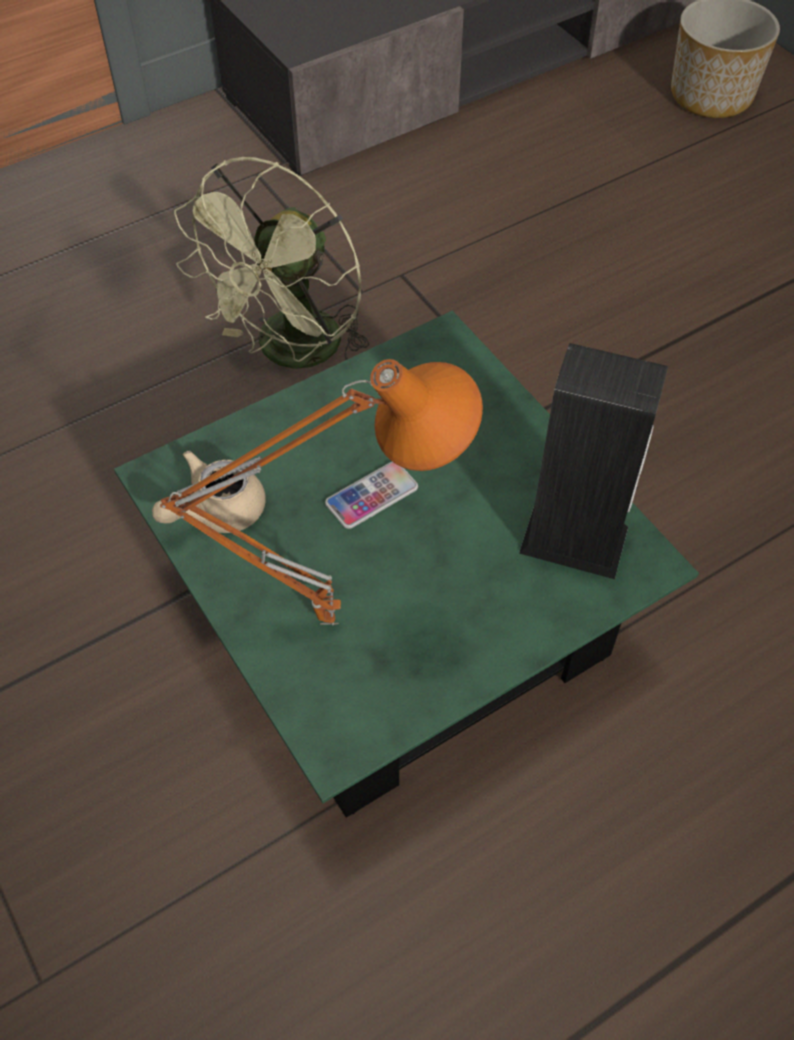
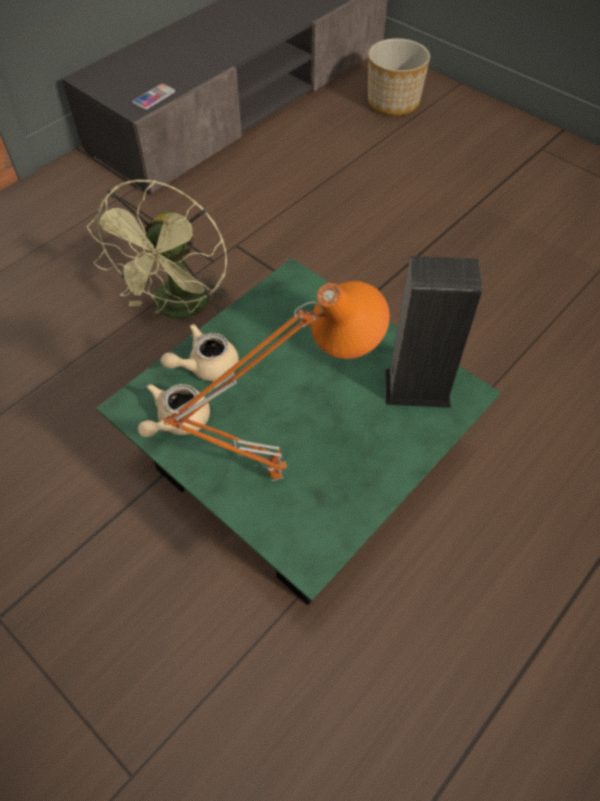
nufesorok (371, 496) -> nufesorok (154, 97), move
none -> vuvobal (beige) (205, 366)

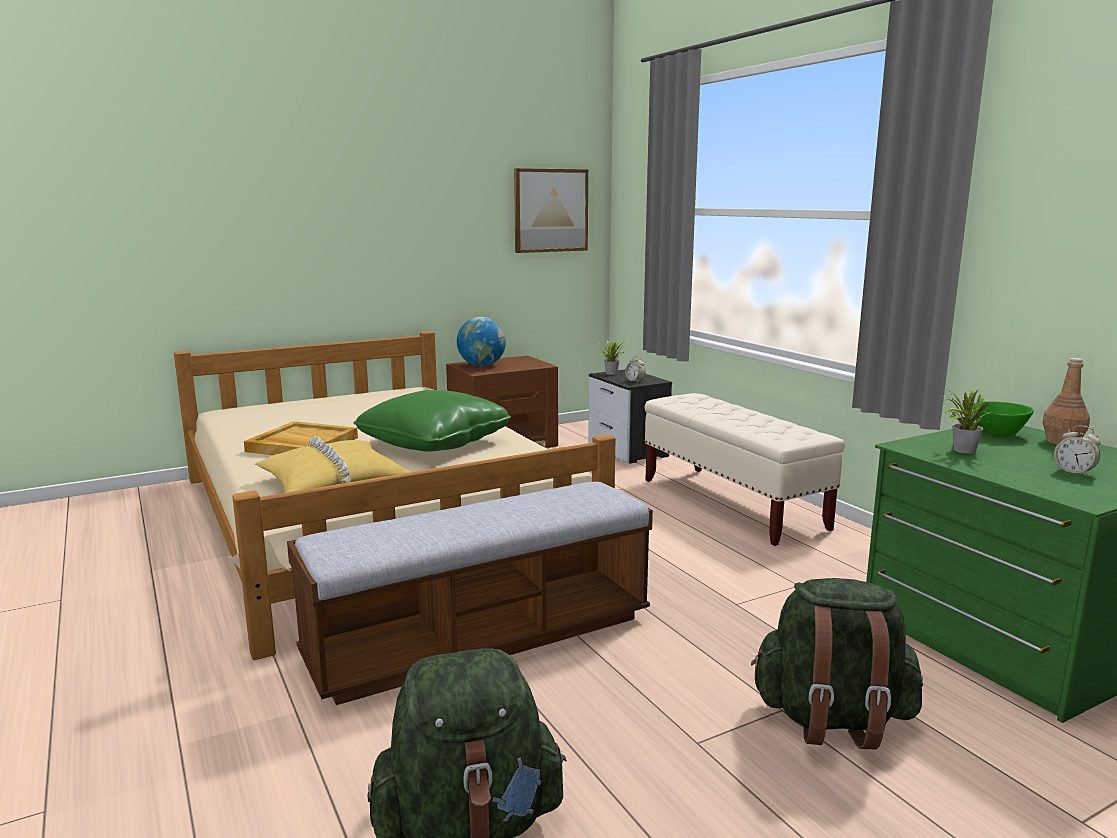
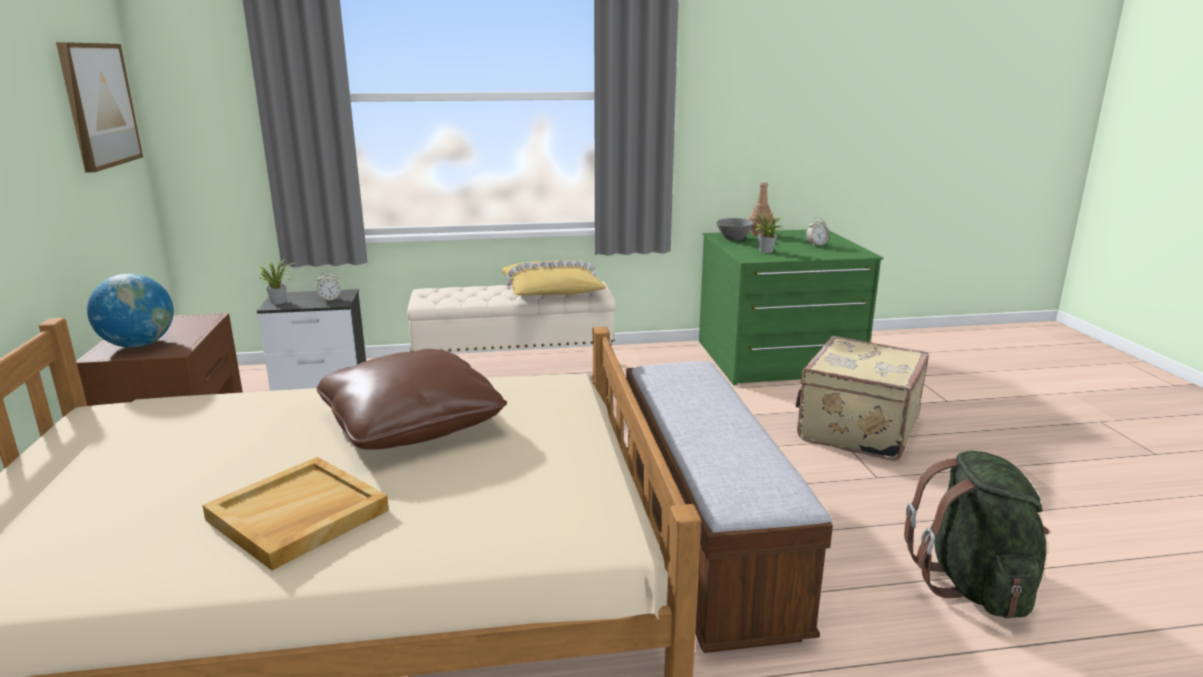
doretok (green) (434, 443) -> doretok (brown) (412, 424)
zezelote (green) (997, 432) -> zezelote (grey) (732, 239)
doretok (yellow) (333, 484) -> doretok (yellow) (552, 290), move
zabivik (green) (832, 719) -> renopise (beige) (855, 429)

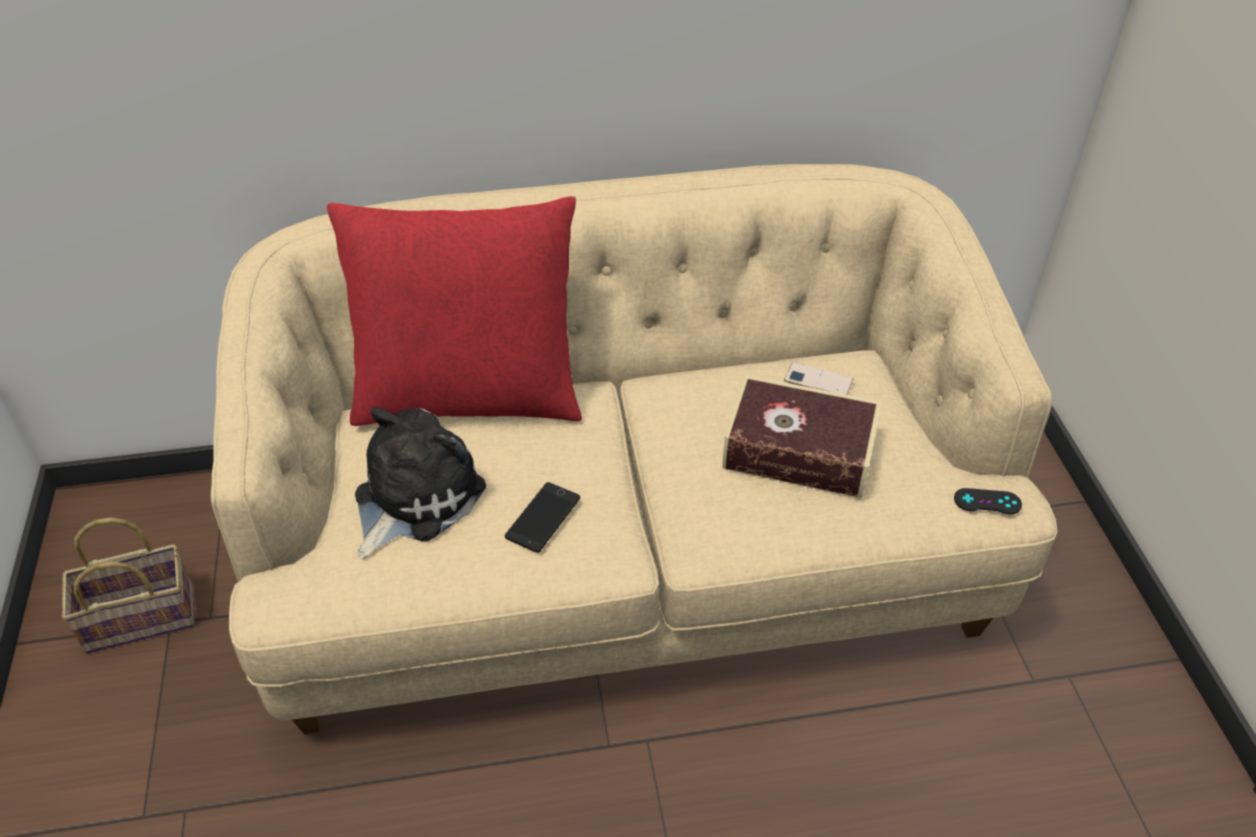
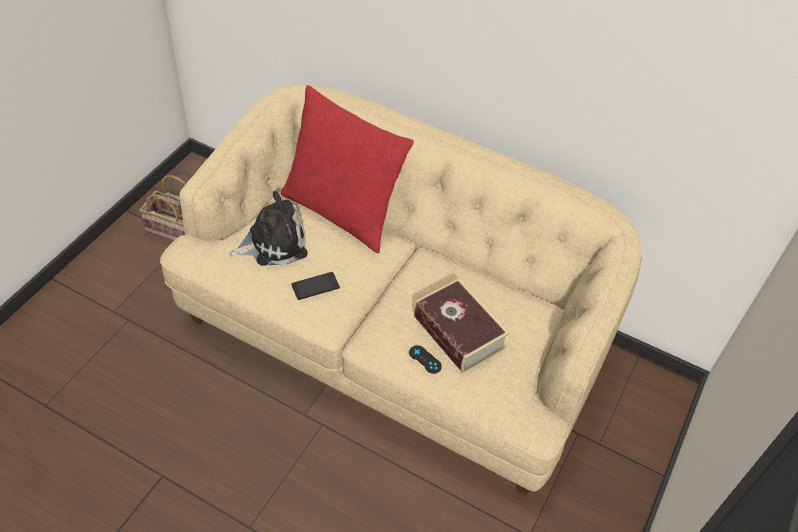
nufesorok (818, 380) -> none
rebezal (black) (987, 502) -> rebezal (black) (425, 359), move

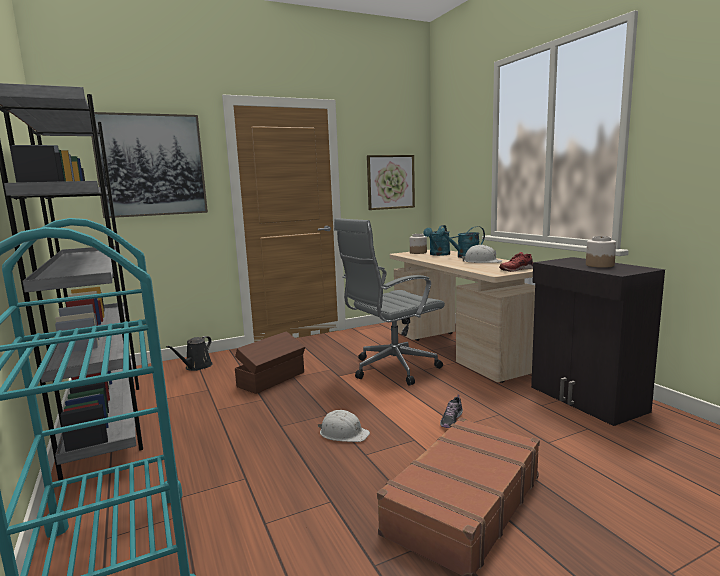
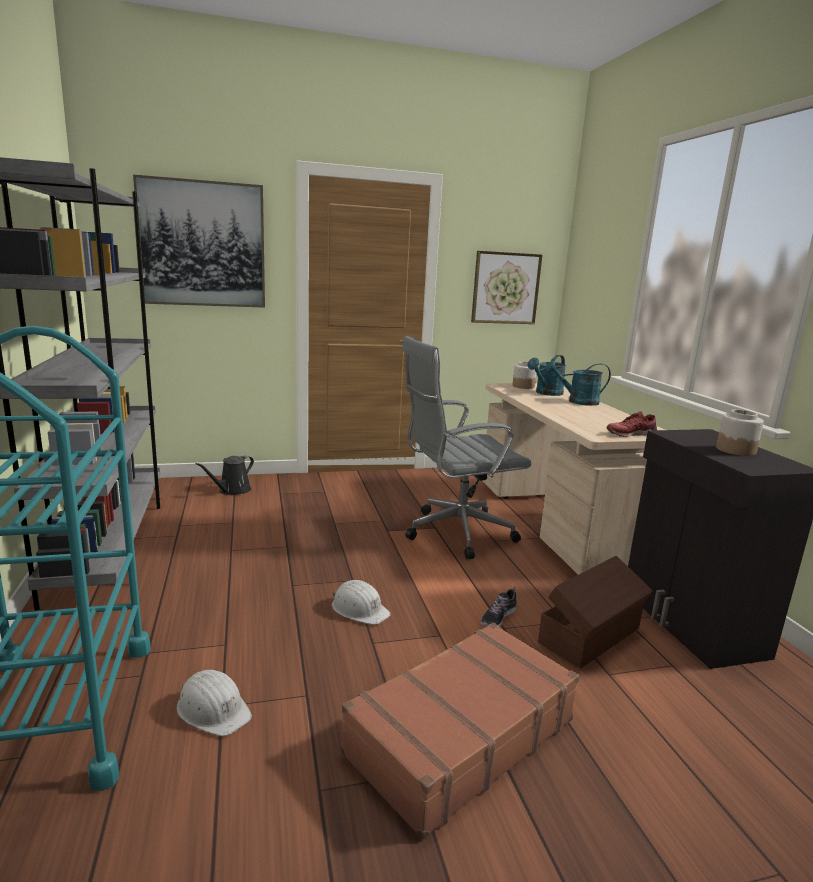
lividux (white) (482, 262) -> lividux (white) (213, 709), move
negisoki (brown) (272, 379) -> negisoki (brown) (591, 636), move

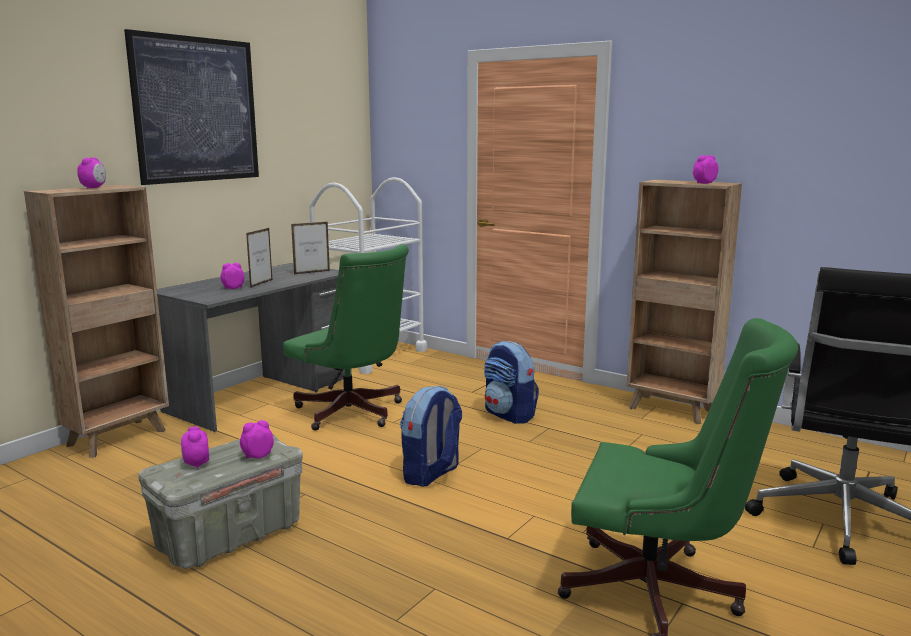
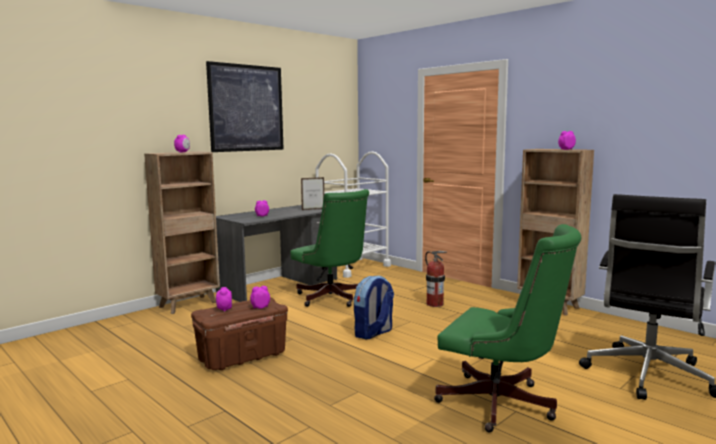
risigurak (261, 283) -> none
zabivik (509, 415) -> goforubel (435, 304)
negisoki (grey) (230, 535) -> negisoki (brown) (242, 356)

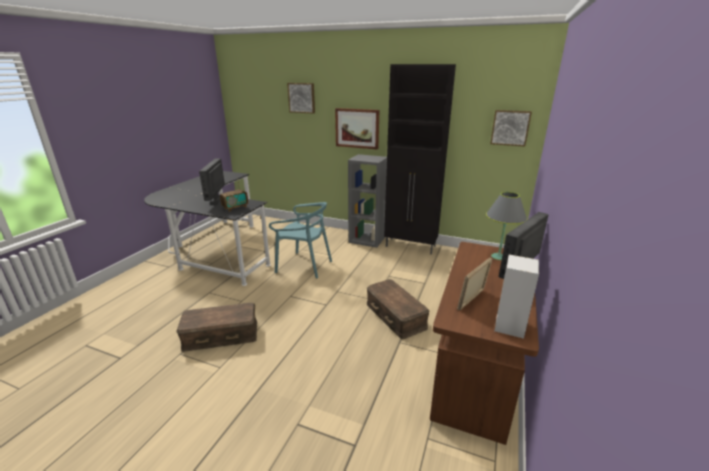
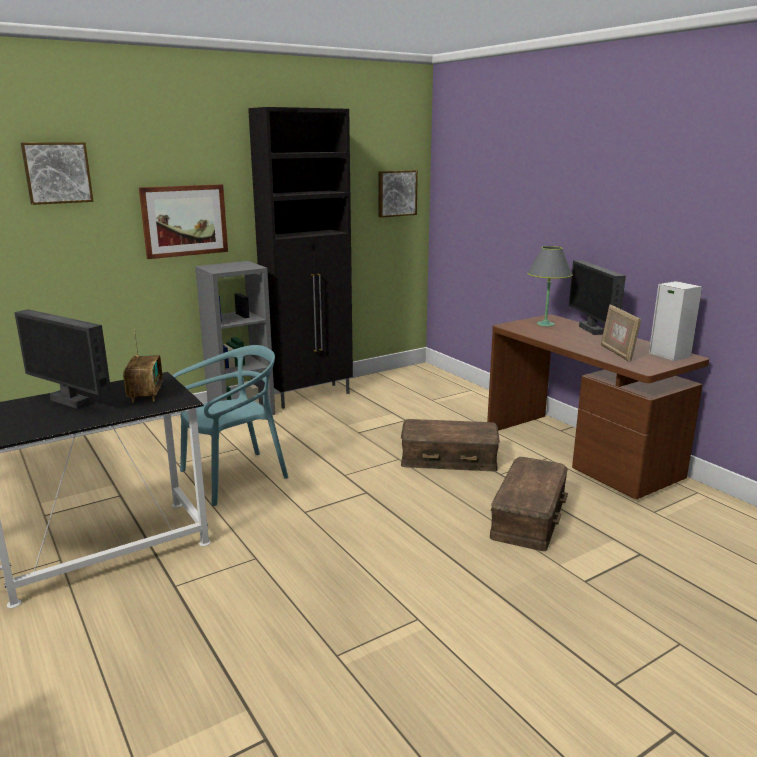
negisoki (brown) (221, 334) -> negisoki (brown) (527, 516), move

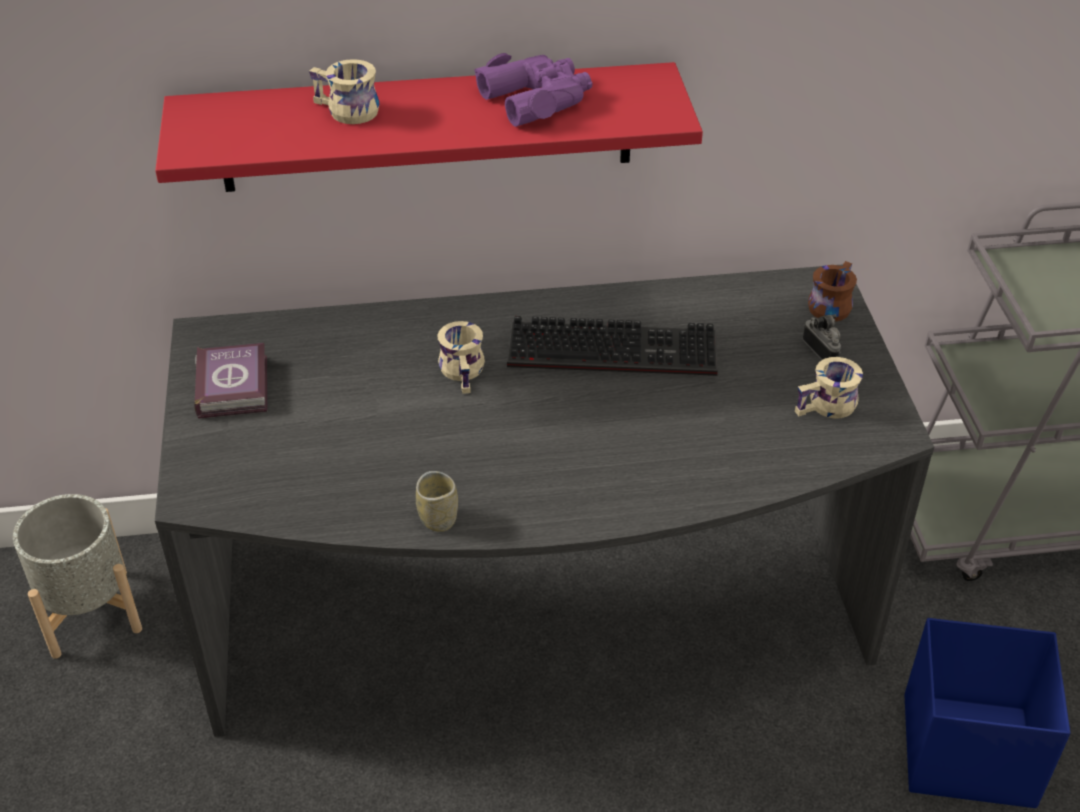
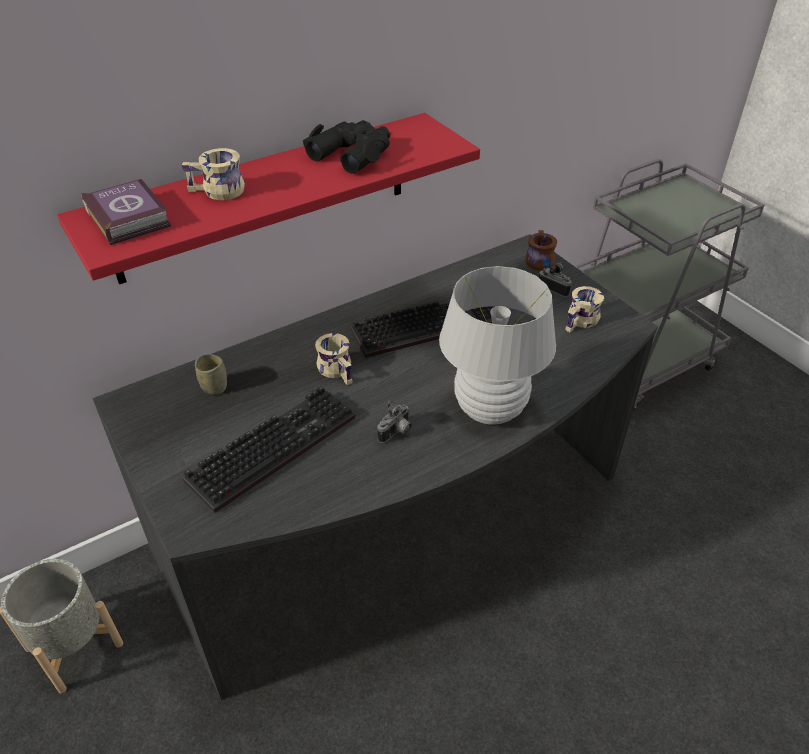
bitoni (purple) (537, 99) -> bitoni (black) (353, 153)
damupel (234, 385) -> damupel (129, 217), move
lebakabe (438, 519) -> lebakabe (214, 387), move
negisoki (blue) (965, 750) -> none
none -> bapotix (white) (490, 409)
none -> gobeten (273, 445)
none -> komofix (396, 433)

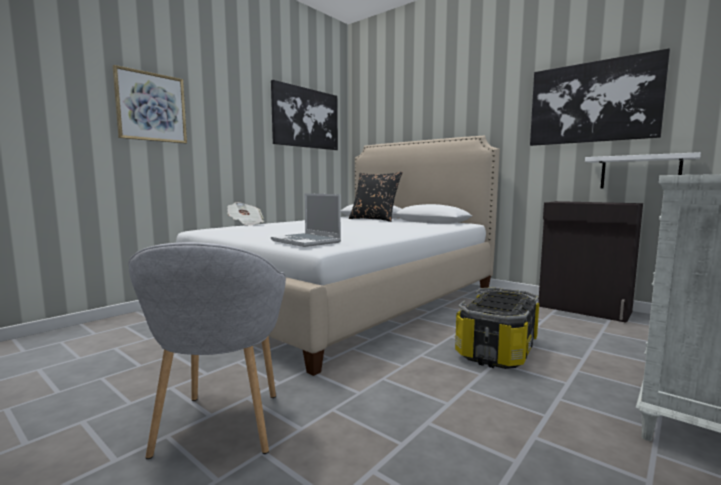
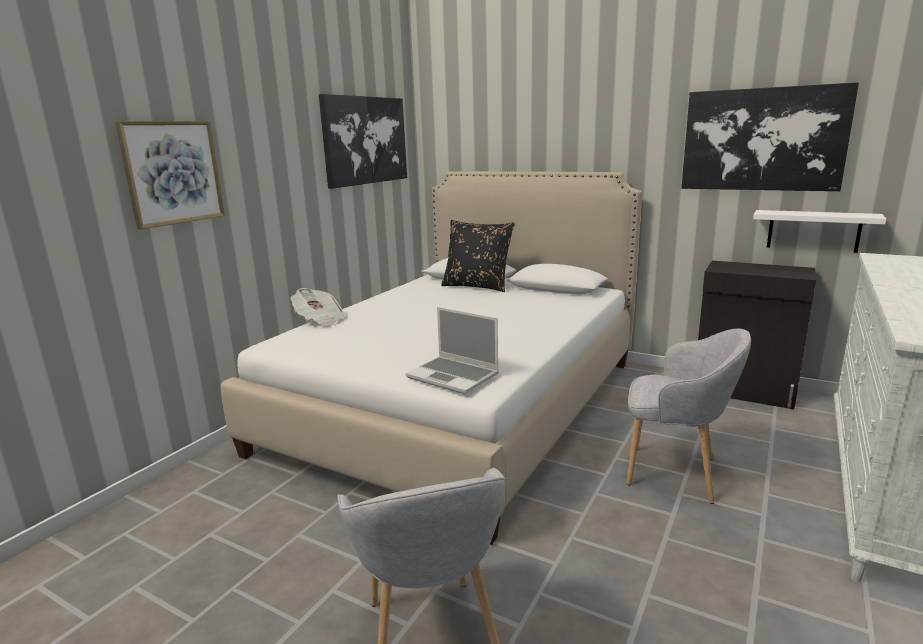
negisoki (498, 350) -> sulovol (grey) (675, 473)

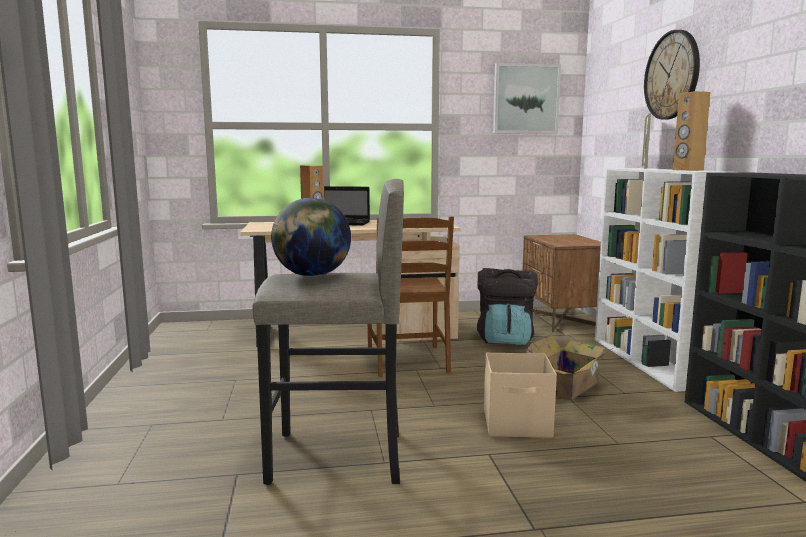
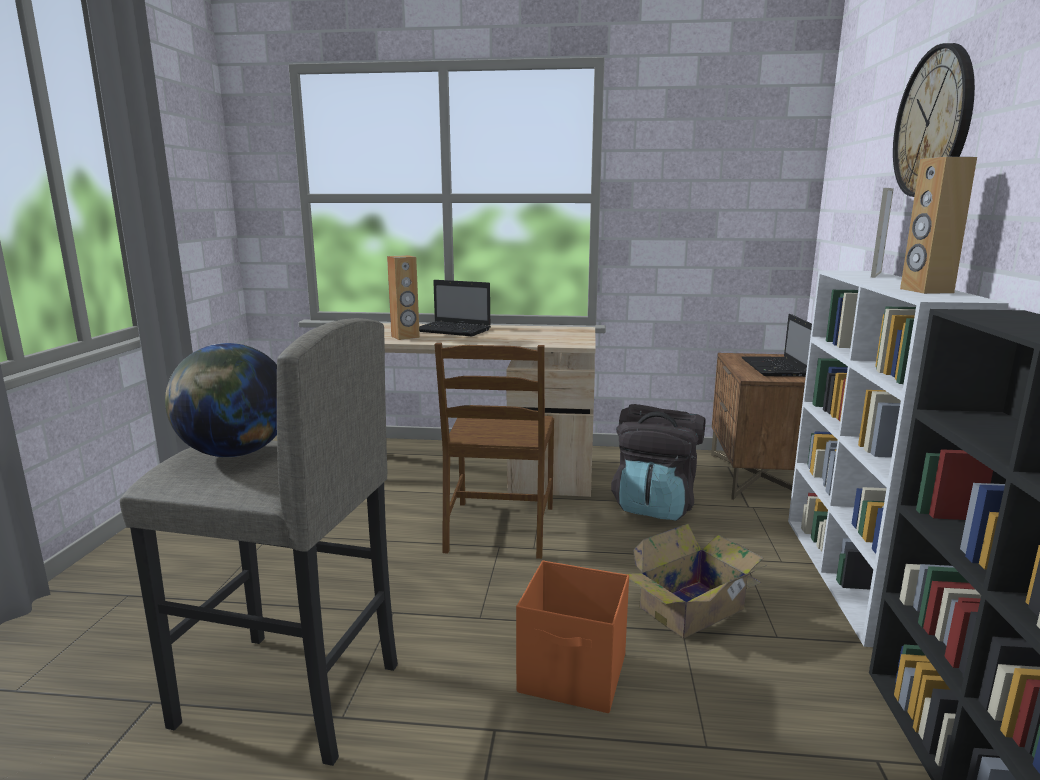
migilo (526, 99) -> none
negisoki (beige) (518, 424) -> negisoki (orange) (574, 675)
none -> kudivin (775, 368)

